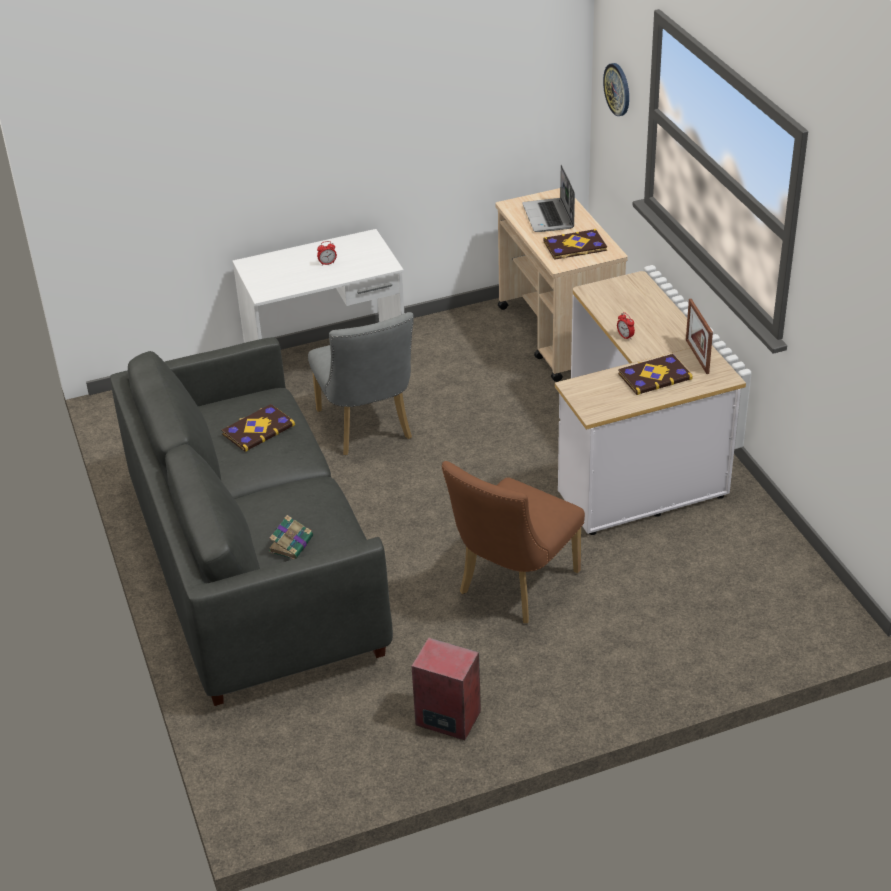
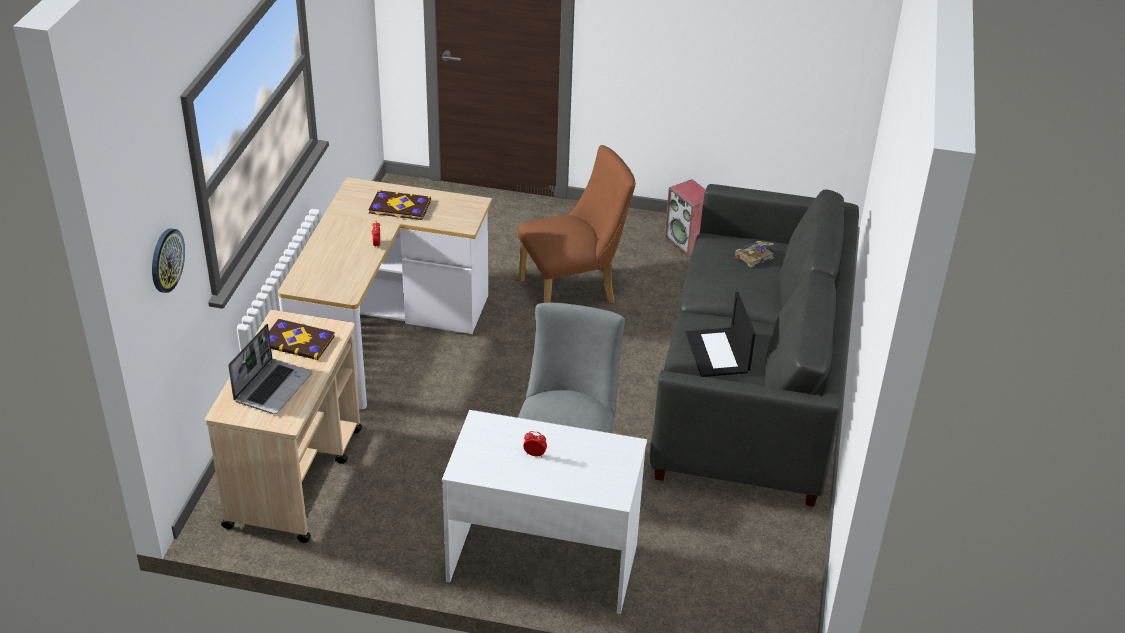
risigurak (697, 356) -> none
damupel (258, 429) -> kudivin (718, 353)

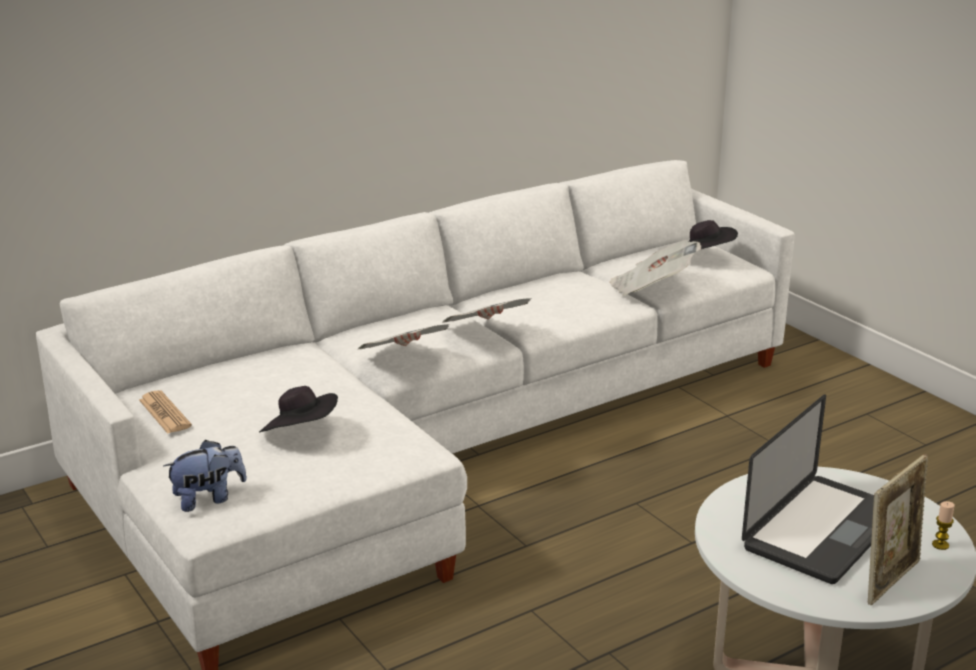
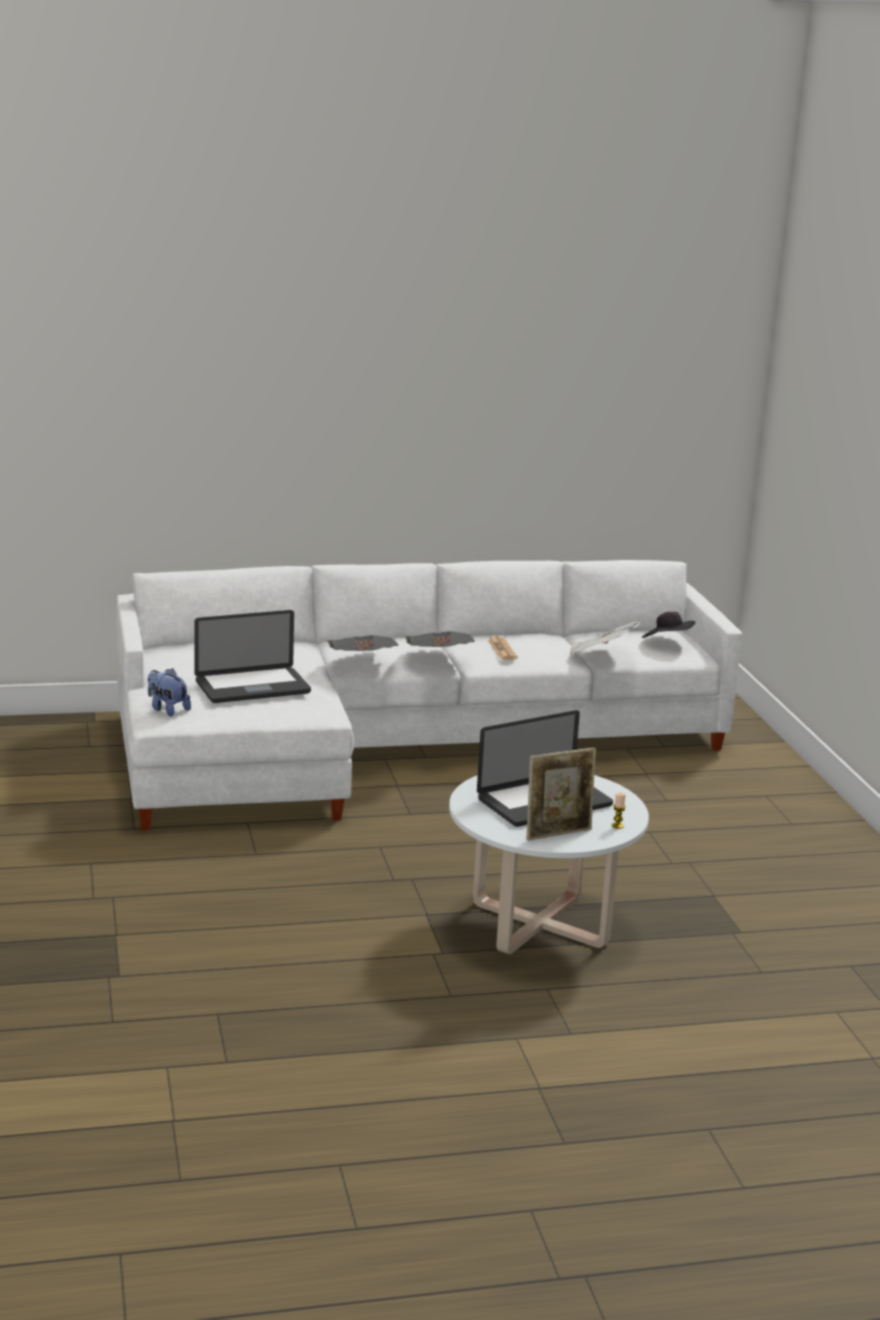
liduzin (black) (301, 433) -> kudivin (252, 687)
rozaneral (164, 413) -> rozaneral (502, 649), move
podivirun (208, 499) -> podivirun (167, 709), 135 degrees counterclockwise

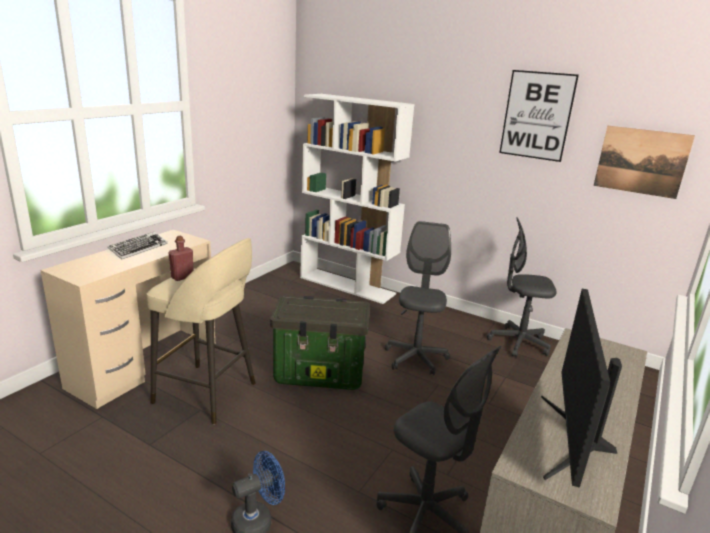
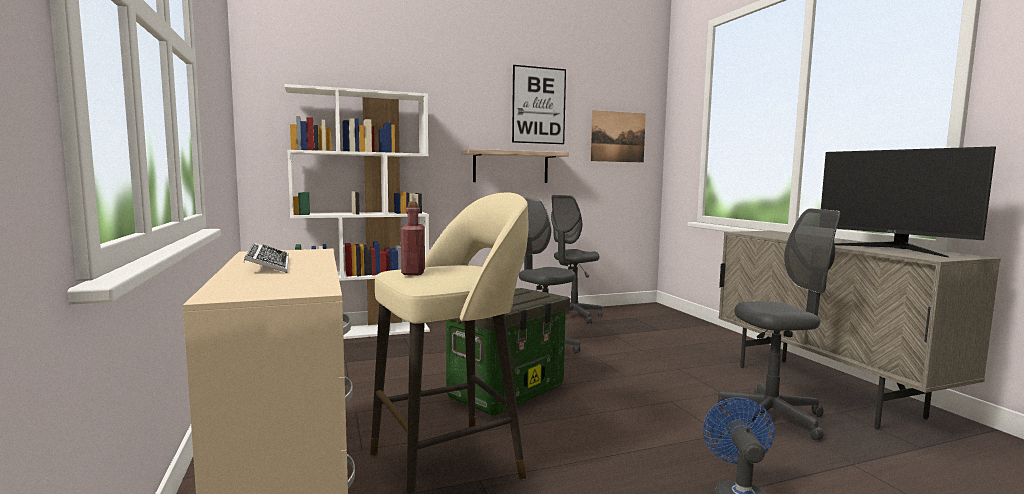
none -> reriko (511, 167)

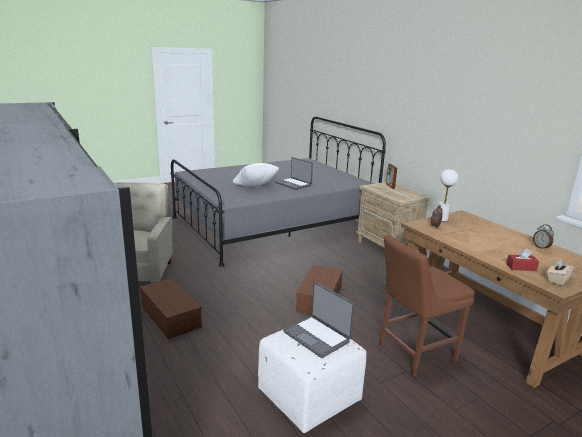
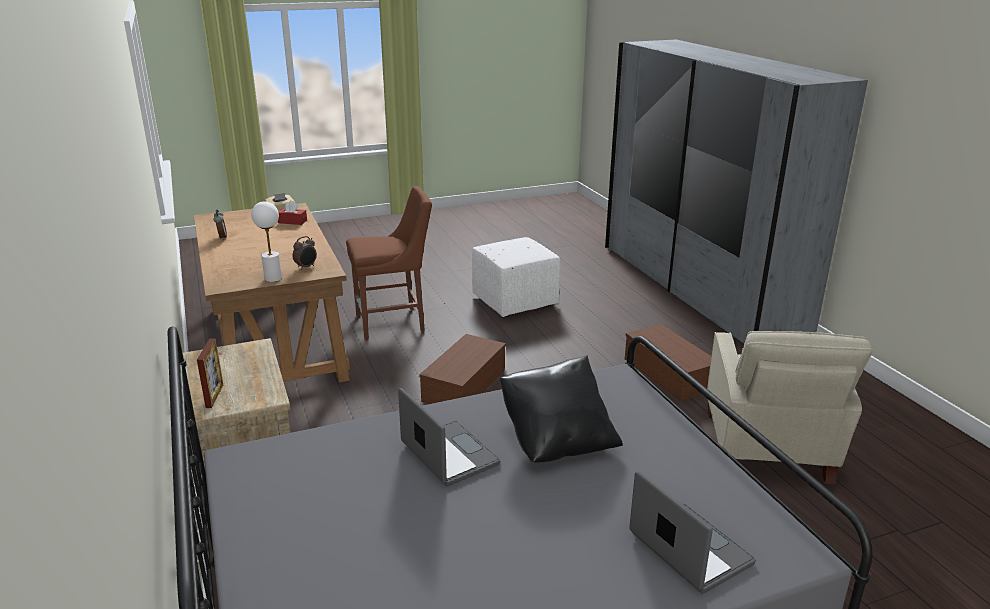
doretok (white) (255, 187) -> doretok (black) (557, 440)
kudivin (317, 336) -> kudivin (688, 550), move

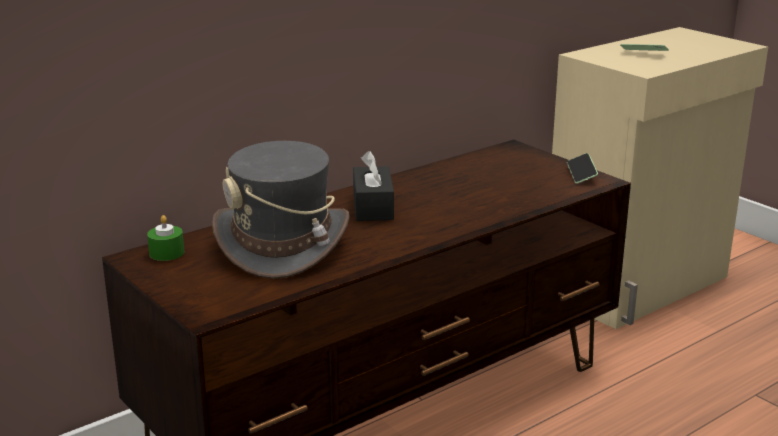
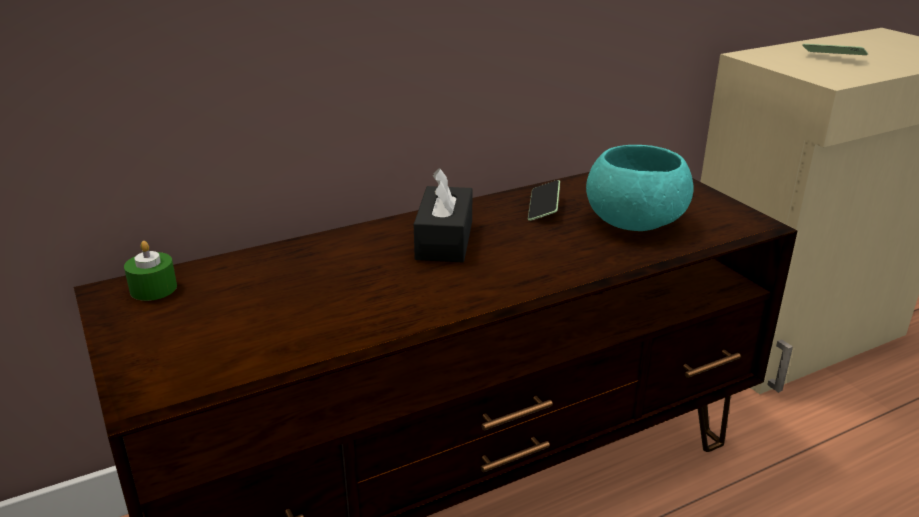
liduzin (grey) (283, 244) -> none
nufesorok (581, 175) -> nufesorok (543, 208), move
none -> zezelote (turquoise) (634, 222)

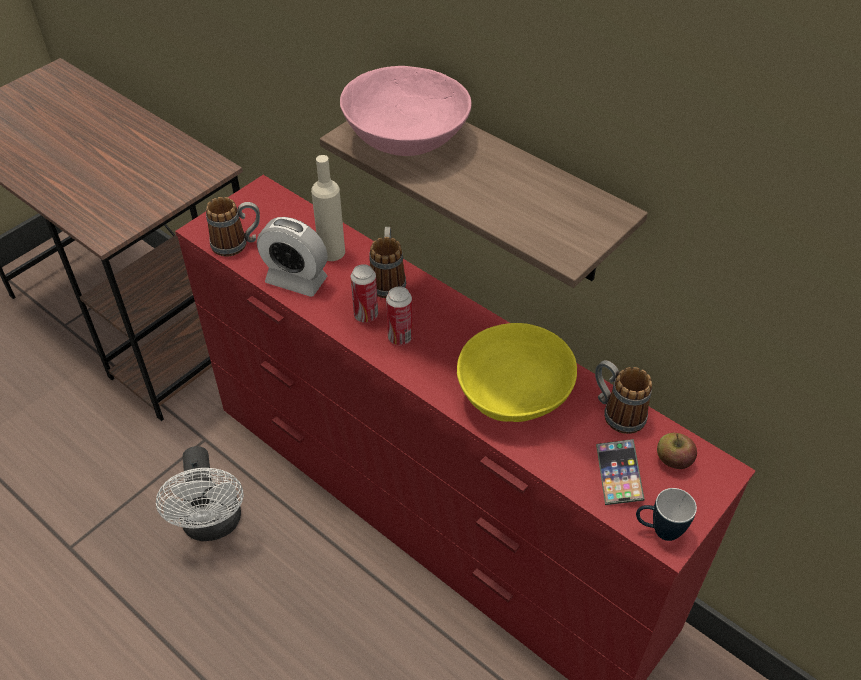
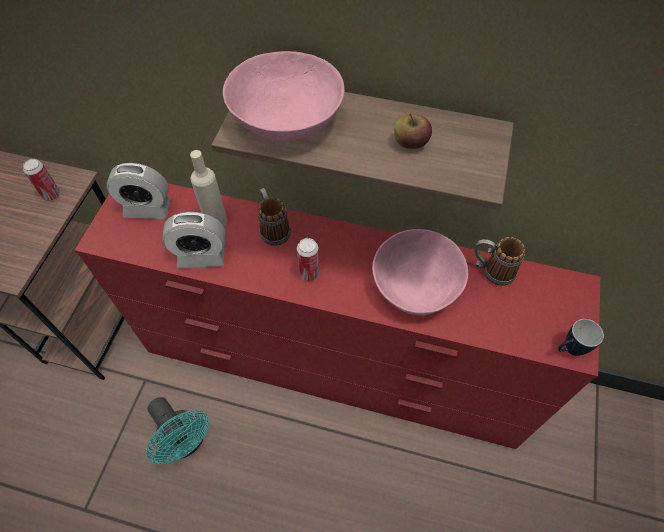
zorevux (237, 244) -> none
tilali (366, 315) -> tilali (51, 195), move
zezelote (yellow) (514, 393) -> zezelote (pink) (415, 284)
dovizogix (673, 460) -> dovizogix (410, 143), move
nufesorok (618, 474) -> none
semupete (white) (213, 525) -> semupete (turquoise) (186, 442)
none -> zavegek (147, 208)

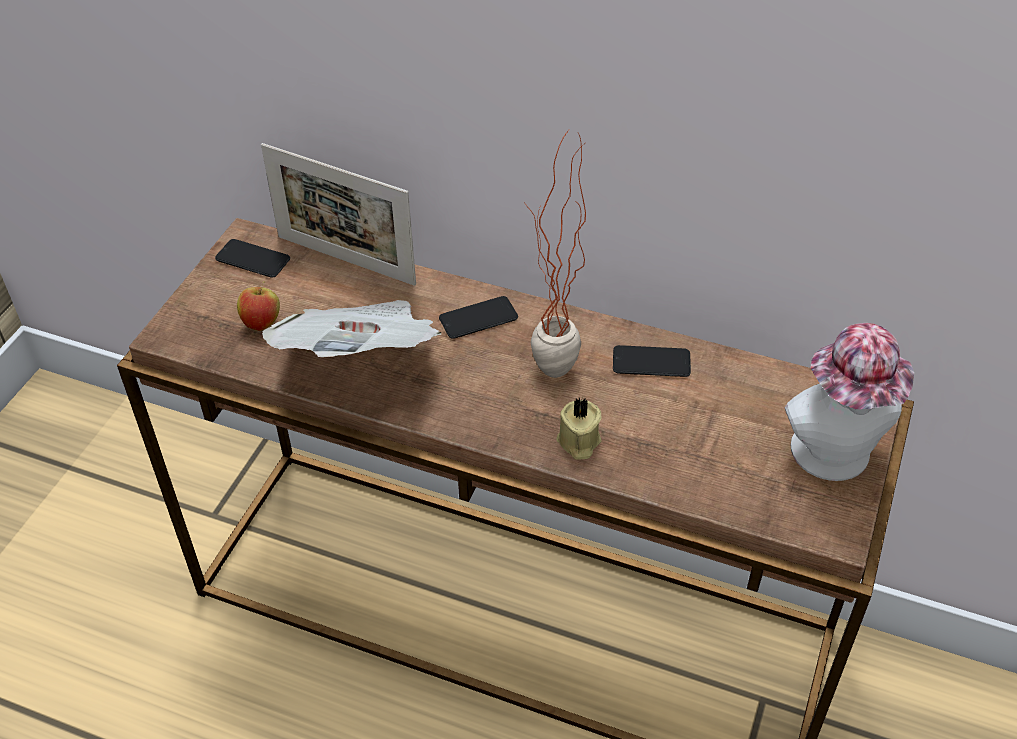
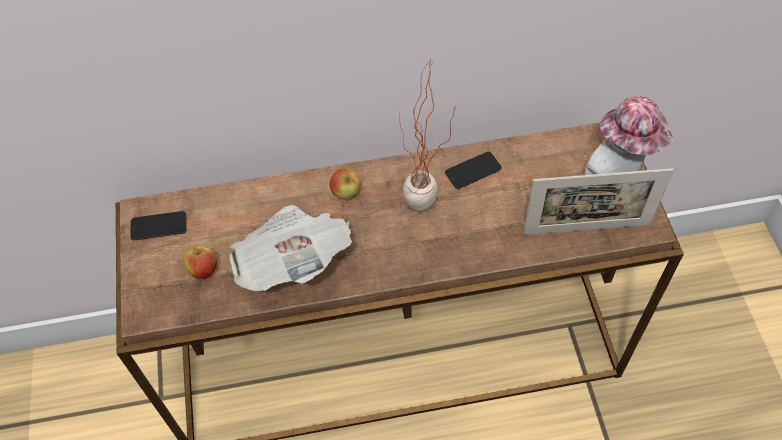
risigurak (345, 260) -> risigurak (586, 229), move
nufesorok (478, 318) -> dovizogix (346, 194)
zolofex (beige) (578, 442) -> none

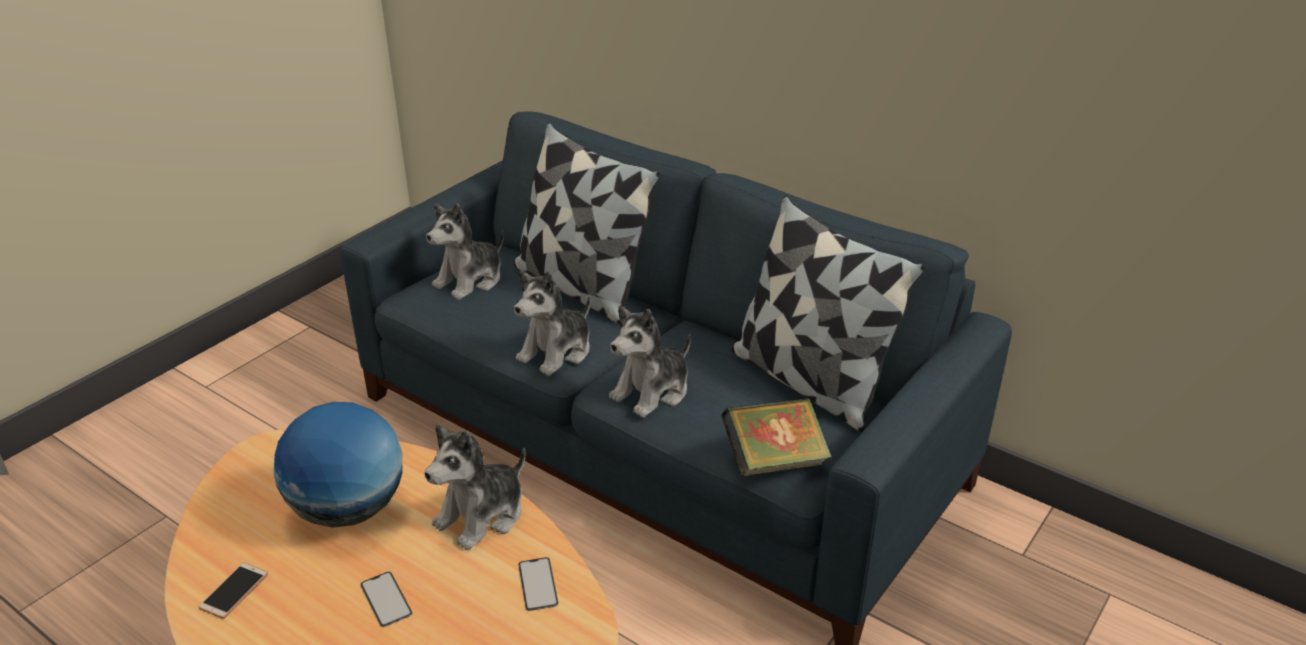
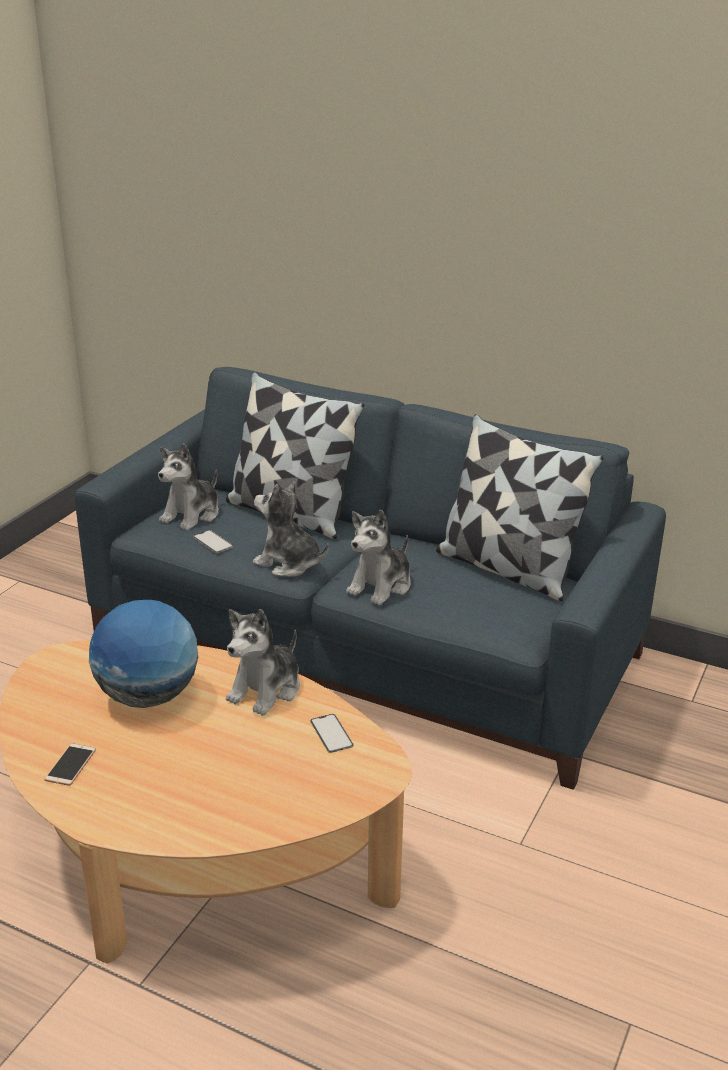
podivirun (556, 352) -> podivirun (288, 563), 90 degrees clockwise
damupel (774, 461) -> none
nufesorok (386, 599) -> nufesorok (213, 542), move

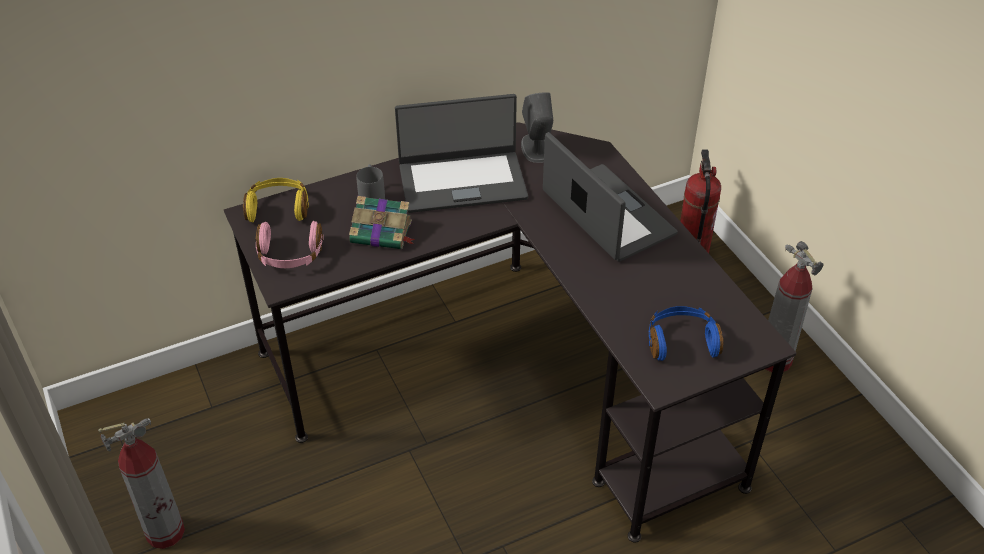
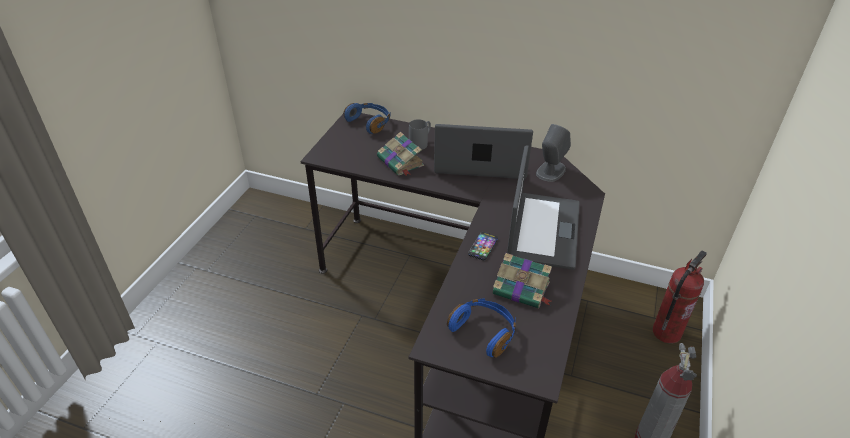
kudivin (462, 181) -> kudivin (480, 162), 150 degrees clockwise
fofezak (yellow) (278, 208) -> fofezak (blue) (370, 123)
fofezak (pink) (290, 255) -> none
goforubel (166, 532) -> none
none -> nufesorok (483, 246)
none -> damupel (522, 289)

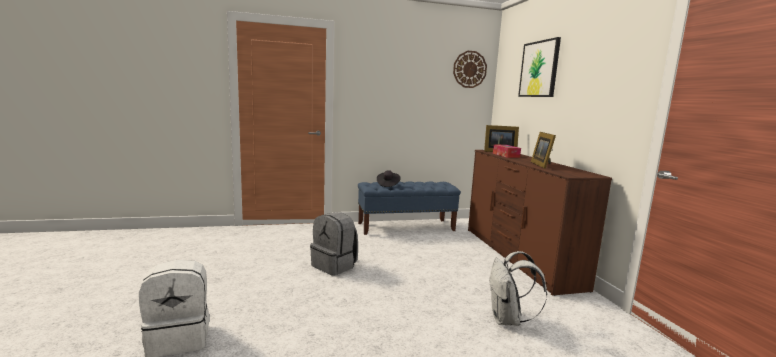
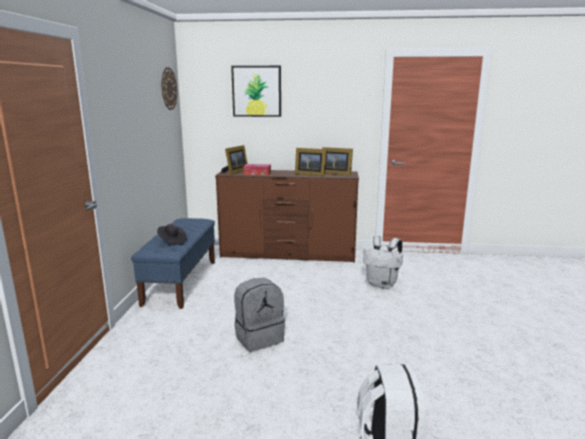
none -> risigurak (335, 173)

